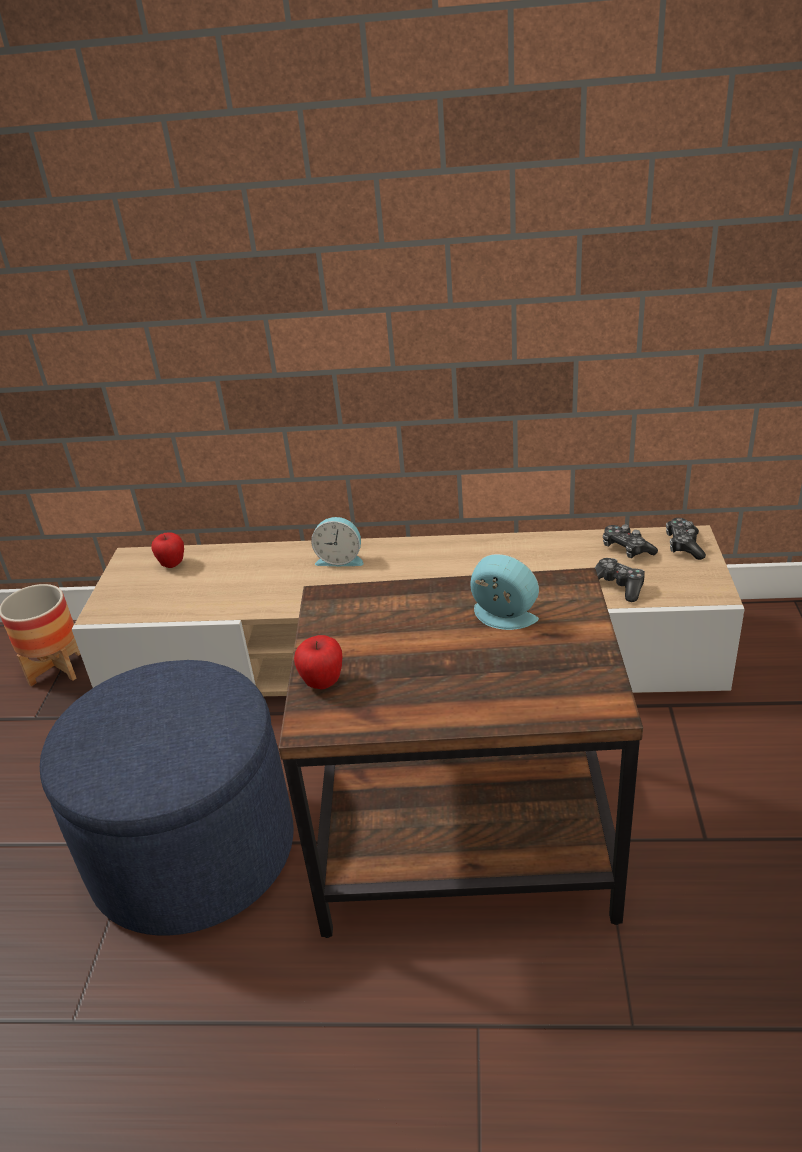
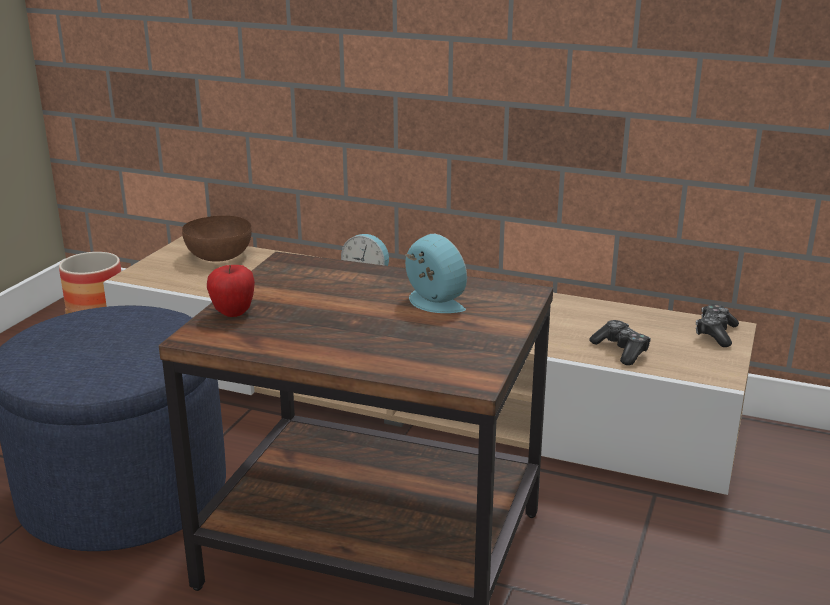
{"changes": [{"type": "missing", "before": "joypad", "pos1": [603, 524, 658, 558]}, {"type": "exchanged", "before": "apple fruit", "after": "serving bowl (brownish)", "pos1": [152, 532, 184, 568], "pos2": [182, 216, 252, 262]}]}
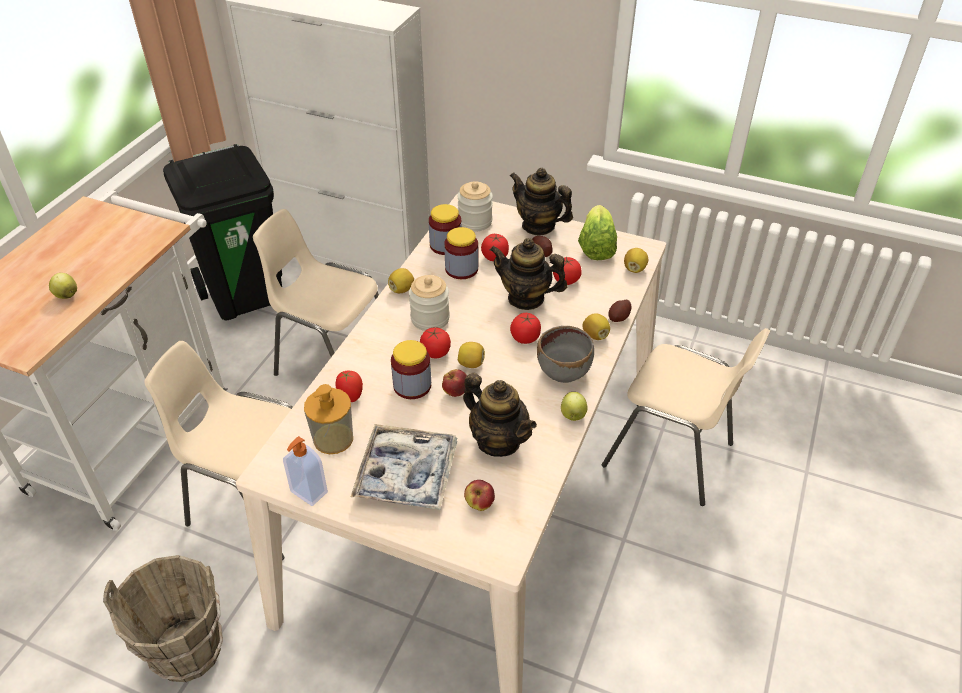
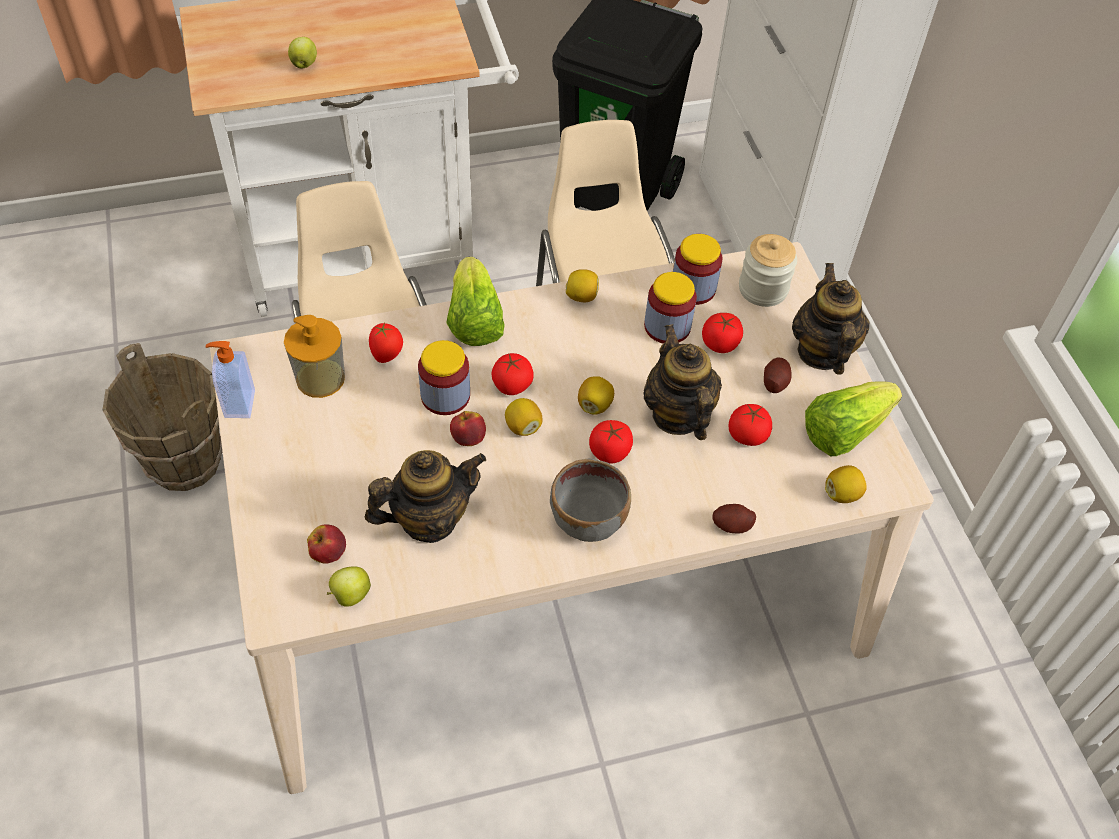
{"changes": [{"type": "missing", "before": "storage jar", "pos1": [409, 275, 450, 331]}, {"type": "relocated", "before": "whole lemon", "pos1": [582, 313, 610, 340], "pos2": [578, 376, 614, 415]}, {"type": "missing", "before": "chair (beige)", "pos1": [602, 328, 770, 506]}, {"type": "spun", "before": "tea pot", "pos1": [463, 373, 537, 457], "pos2": [365, 450, 486, 543], "turn": -120}, {"type": "relocated", "before": "apple fruit", "pos1": [561, 392, 587, 421], "pos2": [327, 566, 371, 607]}, {"type": "missing", "before": "carrying tray", "pos1": [351, 424, 457, 510]}, {"type": "appeared", "after": "lettuce", "pos2": [446, 257, 505, 346]}]}
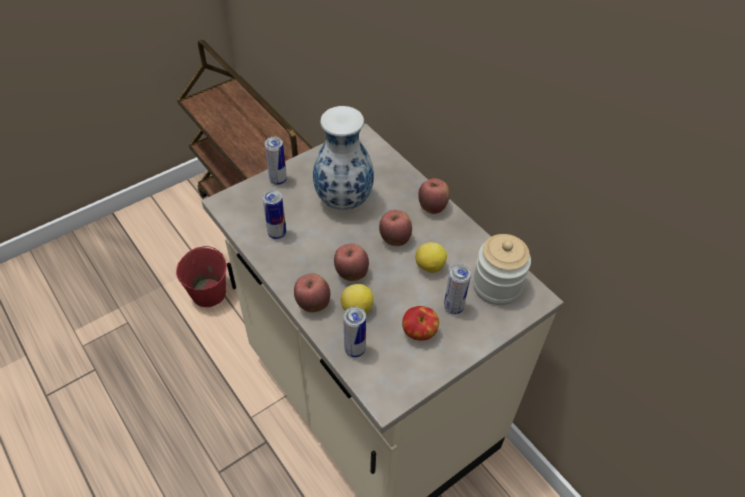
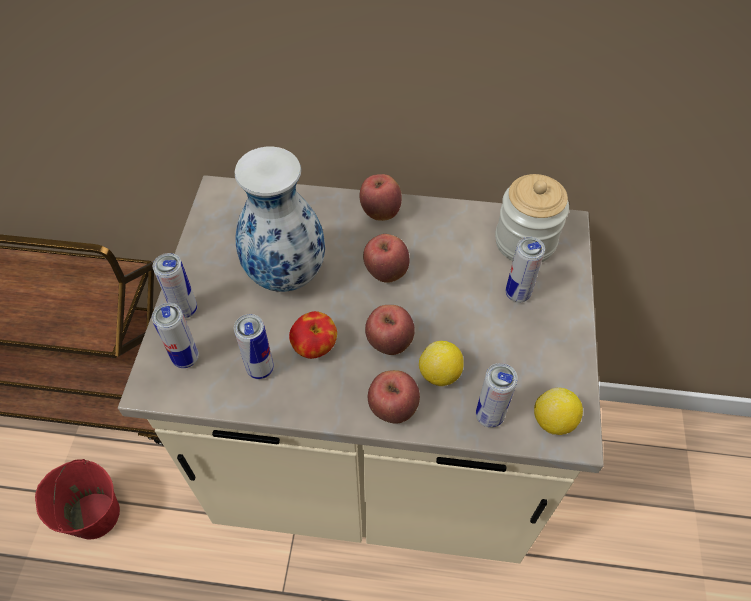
{"changes": [{"type": "relocated", "before": "whole lemon", "pos1": [415, 242, 447, 273], "pos2": [534, 387, 583, 435]}, {"type": "relocated", "before": "apple fruit", "pos1": [402, 306, 439, 341], "pos2": [289, 311, 337, 359]}, {"type": "appeared", "after": "metal can", "pos2": [152, 303, 199, 368]}]}
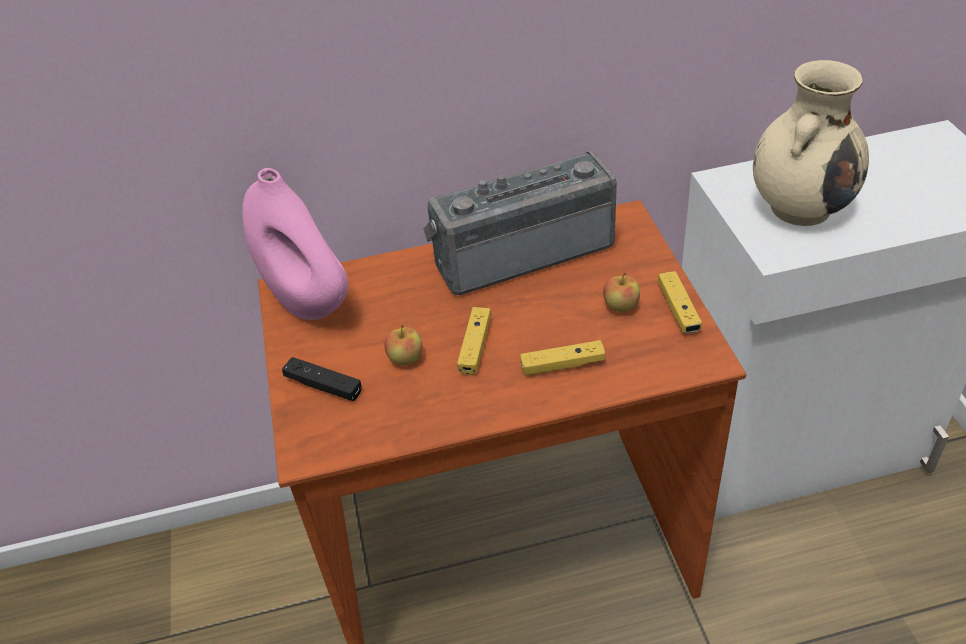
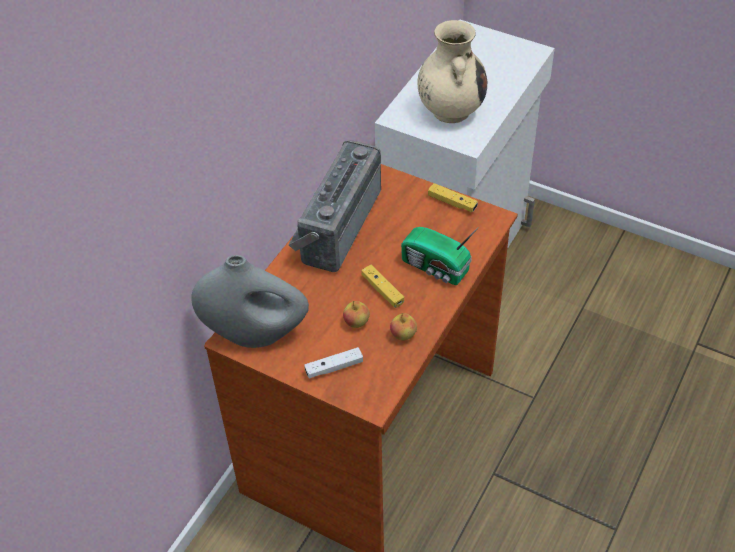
{"changes": [{"type": "colour", "before": "decorative vase (pink-coloured)", "after": "decorative vase (greyish)", "pos1": [242, 168, 348, 320], "pos2": [191, 255, 309, 348]}, {"type": "relocated", "before": "apple fruit", "pos1": [603, 272, 640, 312], "pos2": [390, 313, 417, 341]}, {"type": "exchanged", "before": "joypad (yellowish)", "after": "radio set", "pos1": [520, 340, 605, 376], "pos2": [401, 227, 479, 285]}, {"type": "colour", "before": "joypad (black)", "after": "joypad (whitish)", "pos1": [282, 357, 362, 401], "pos2": [304, 347, 363, 379]}]}
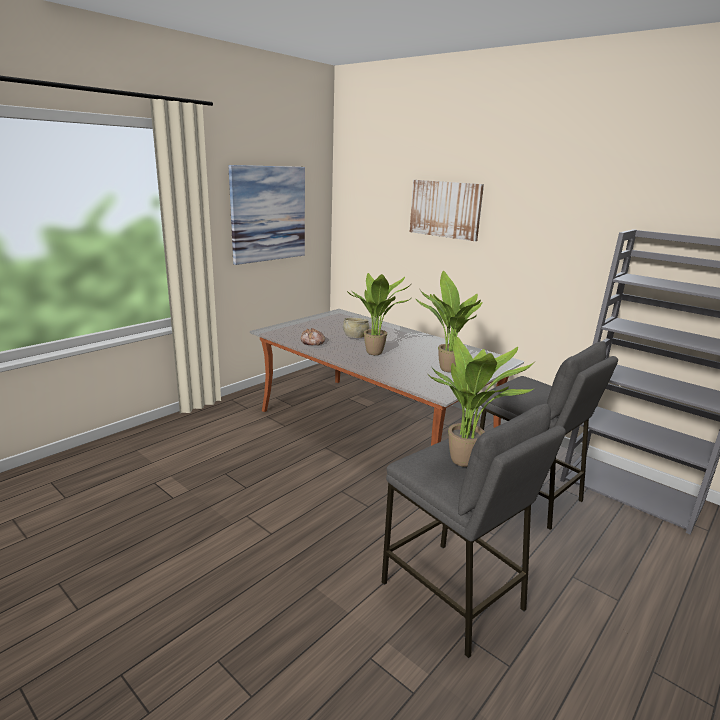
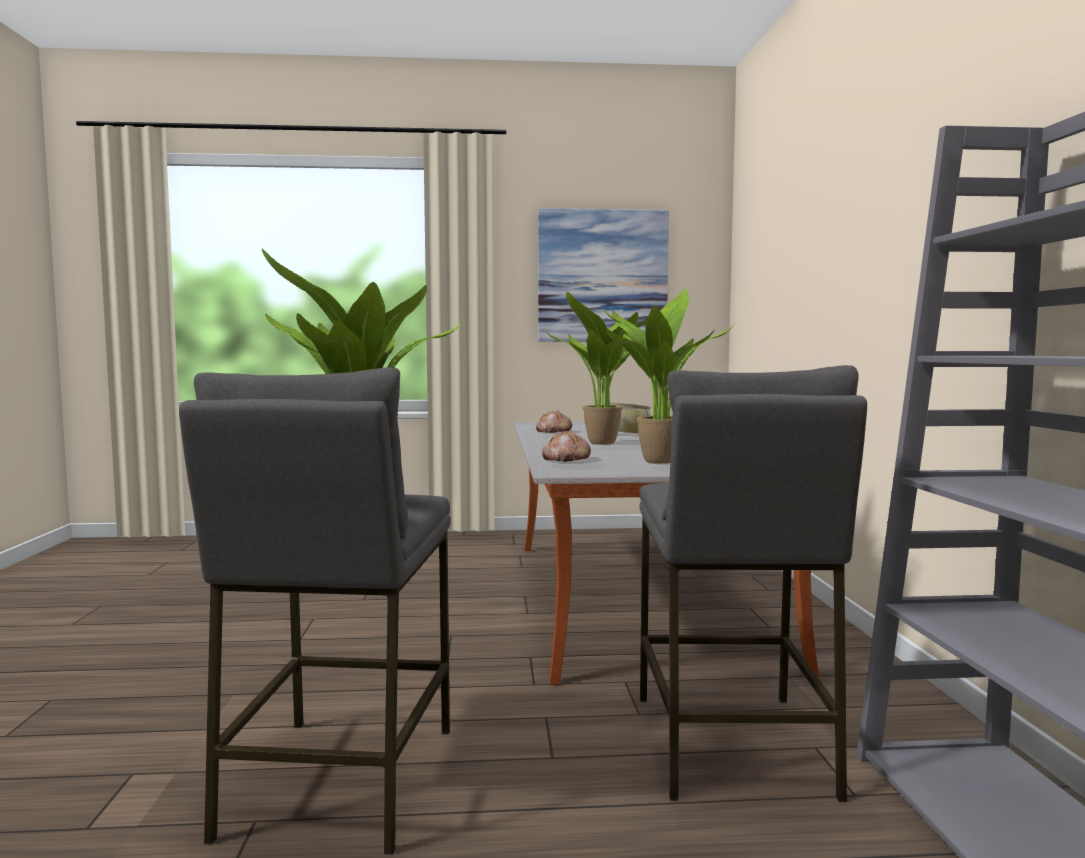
{"changes": [{"type": "missing", "before": "wall picture", "pos1": [410, 180, 484, 241]}, {"type": "appeared", "after": "bread", "pos2": [542, 431, 591, 462]}]}
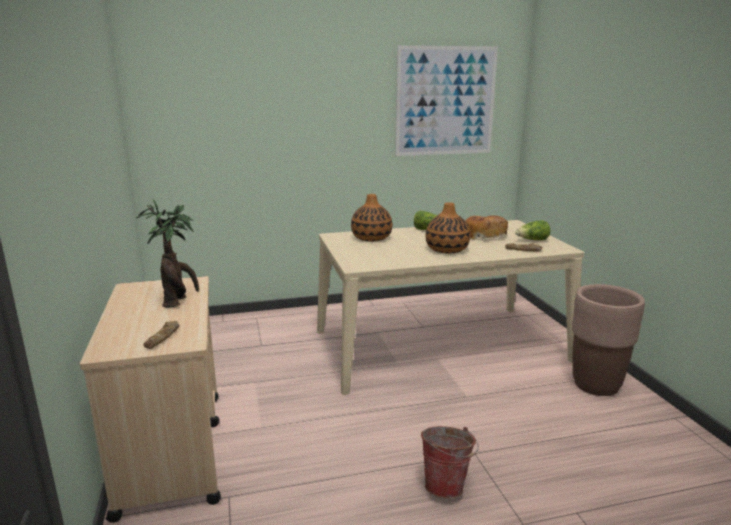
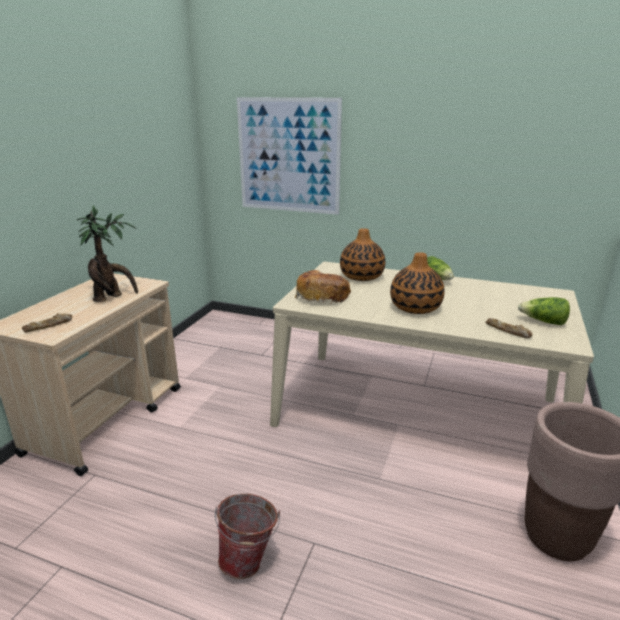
{"changes": [{"type": "relocated", "before": "wall picture", "pos1": [395, 45, 498, 156], "pos2": [237, 97, 342, 215]}, {"type": "relocated", "before": "bread", "pos1": [465, 215, 508, 240], "pos2": [295, 270, 351, 302]}]}
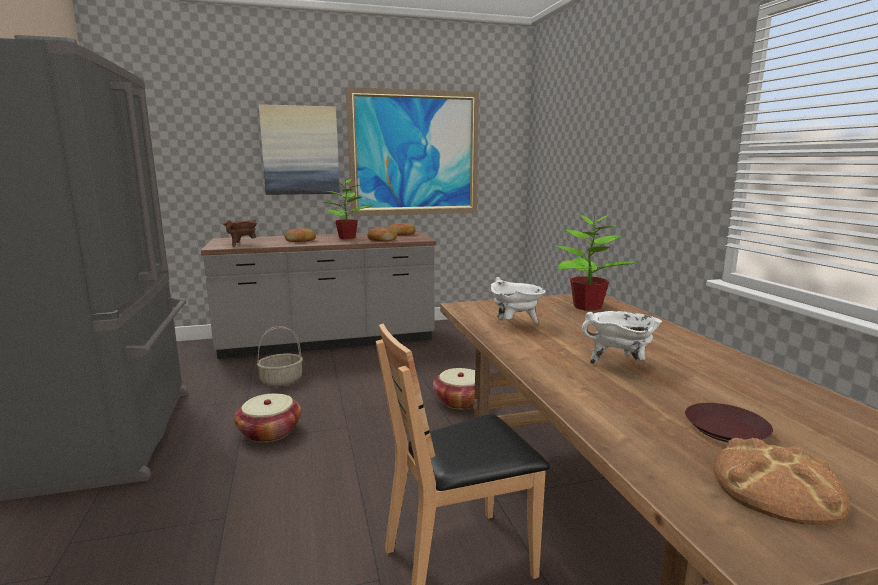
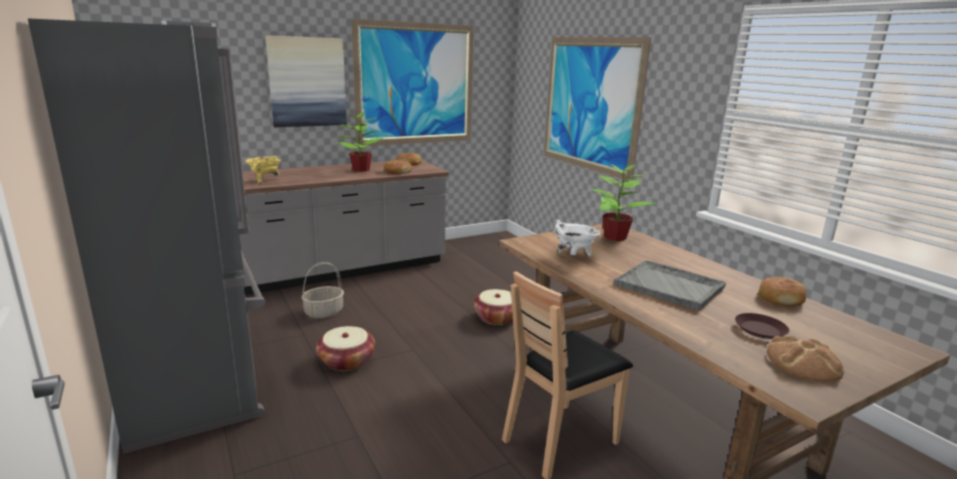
{"changes": [{"type": "colour", "before": "stockpot (brownish)", "after": "stockpot (yellowish)", "pos1": [223, 220, 258, 247], "pos2": [245, 156, 281, 185]}, {"type": "relocated", "before": "bread", "pos1": [285, 228, 316, 242], "pos2": [758, 277, 806, 306]}, {"type": "exchanged", "before": "stockpot (whitish)", "after": "carrying tray (greyish)", "pos1": [582, 311, 662, 364], "pos2": [614, 260, 726, 310]}, {"type": "appeared", "after": "wall picture", "pos2": [544, 37, 651, 181]}]}
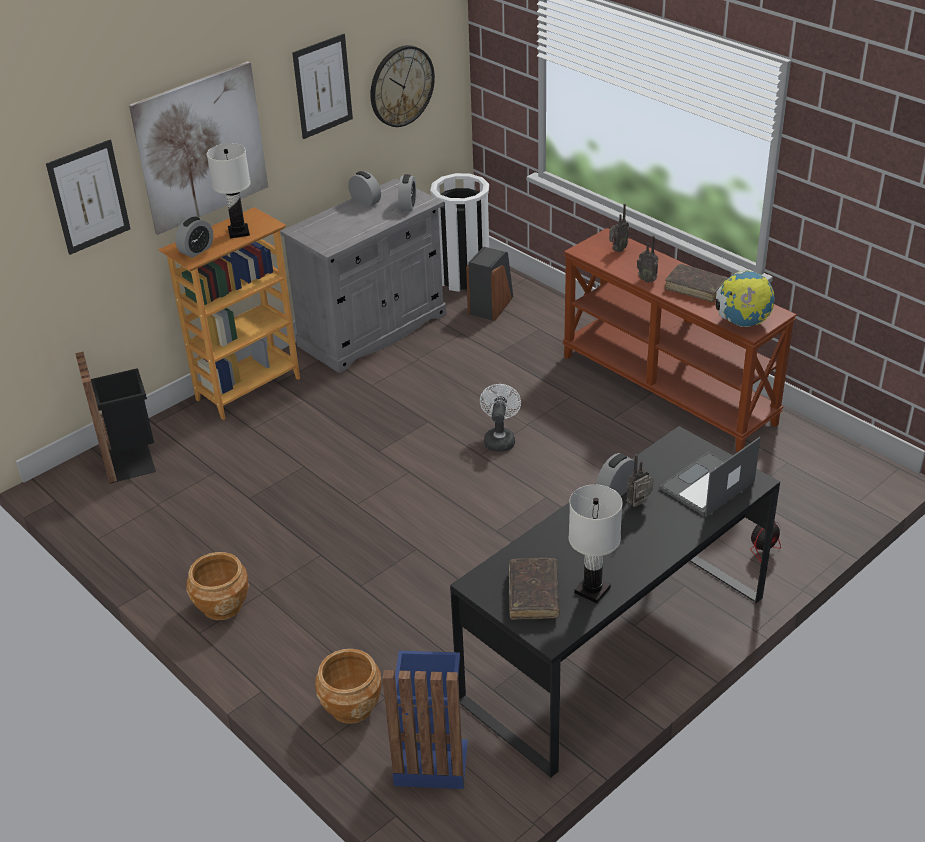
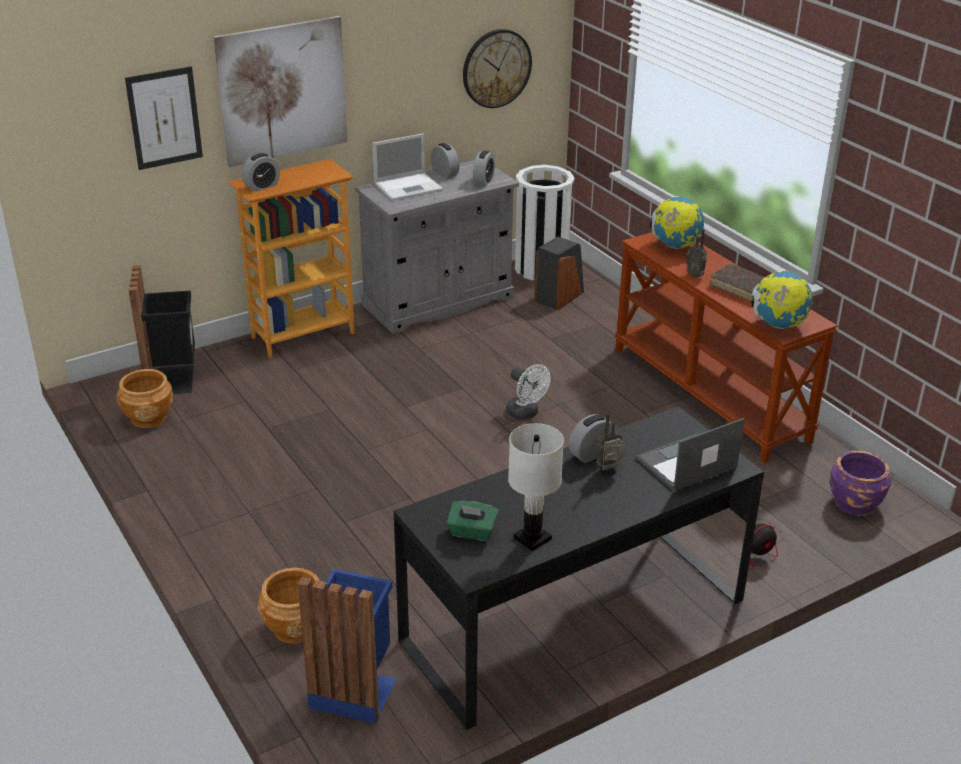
{"changes": [{"type": "missing", "before": "wall picture", "pos1": [292, 34, 353, 139]}, {"type": "missing", "before": "lamp for a table (whitish)", "pos1": [207, 143, 250, 238]}, {"type": "exchanged", "before": "radio set", "after": "globe", "pos1": [609, 204, 629, 252], "pos2": [650, 196, 704, 249]}, {"type": "spun", "before": "cooling fan (whitish)", "pos1": [480, 384, 521, 452], "pos2": [506, 364, 551, 419], "turn": 120}, {"type": "relocated", "before": "flower pot (brownish)", "pos1": [186, 552, 249, 620], "pos2": [117, 369, 173, 428]}, {"type": "exchanged", "before": "bound book (brownish)", "after": "box of tissues (greenish)", "pos1": [509, 558, 560, 620], "pos2": [447, 501, 498, 541]}, {"type": "appeared", "after": "notebook computer", "pos2": [373, 133, 443, 201]}, {"type": "appeared", "after": "flower pot (purple-coloured)", "pos2": [829, 451, 891, 516]}]}
